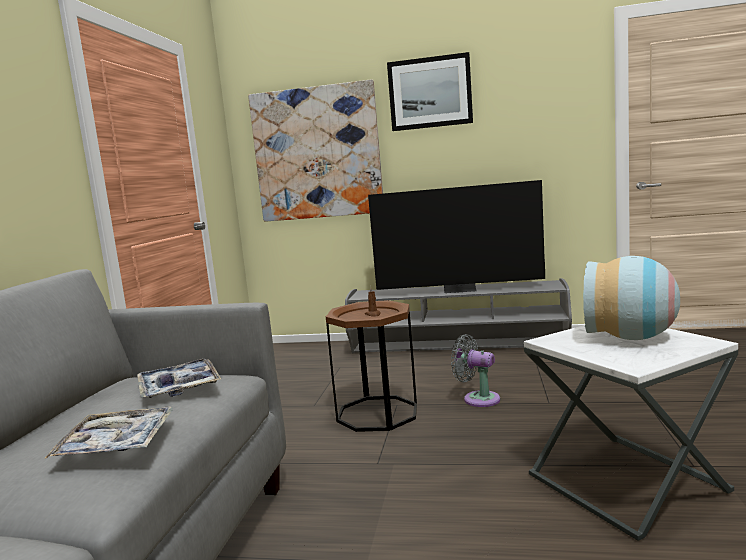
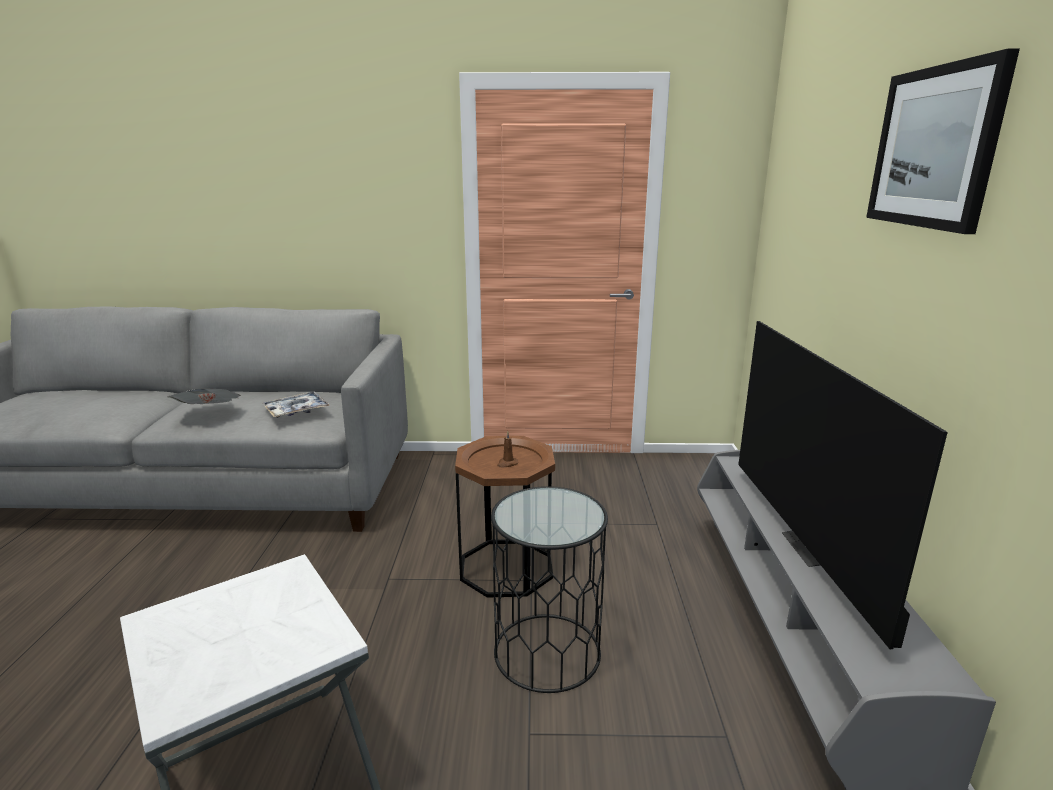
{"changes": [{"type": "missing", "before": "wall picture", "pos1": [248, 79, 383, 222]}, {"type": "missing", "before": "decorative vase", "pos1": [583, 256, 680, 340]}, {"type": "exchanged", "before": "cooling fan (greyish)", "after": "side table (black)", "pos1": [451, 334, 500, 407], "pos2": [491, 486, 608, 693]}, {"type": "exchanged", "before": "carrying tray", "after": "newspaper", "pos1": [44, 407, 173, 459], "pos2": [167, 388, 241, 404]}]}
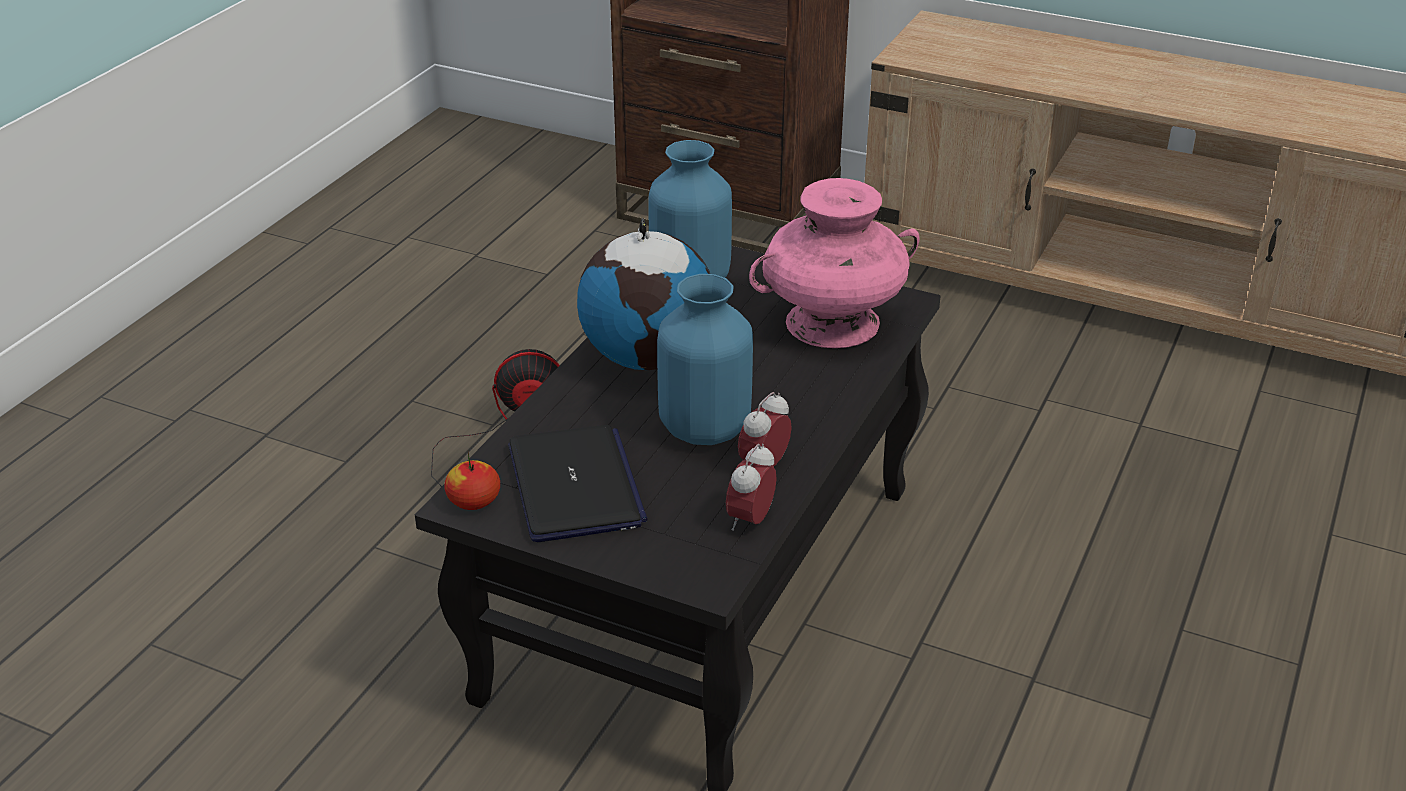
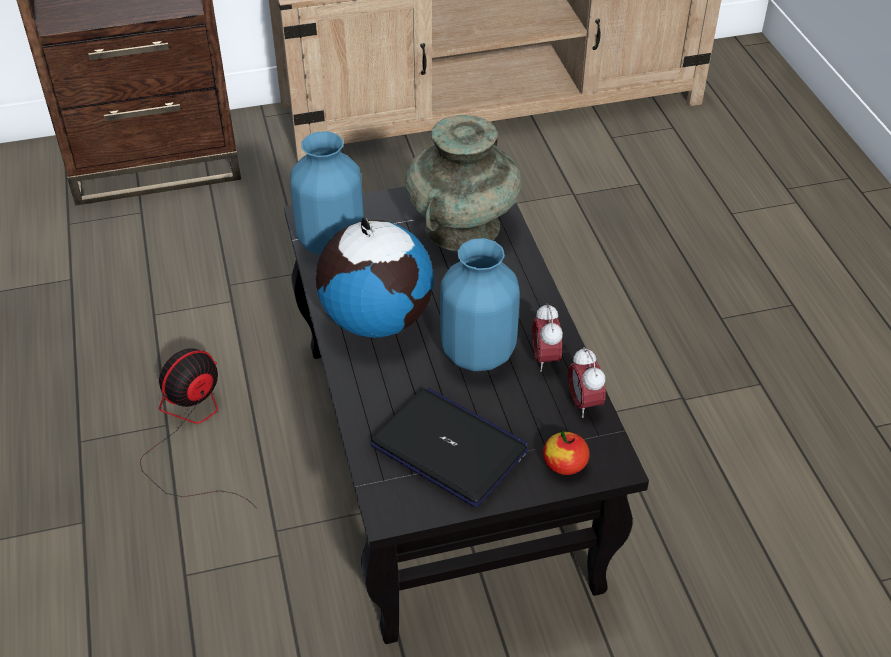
{"changes": [{"type": "colour", "before": "decorative vase (pink-coloured)", "after": "decorative vase (blue-green)", "pos1": [749, 178, 920, 348], "pos2": [406, 115, 522, 251]}, {"type": "relocated", "before": "apple fruit", "pos1": [444, 452, 500, 510], "pos2": [543, 430, 590, 475]}]}
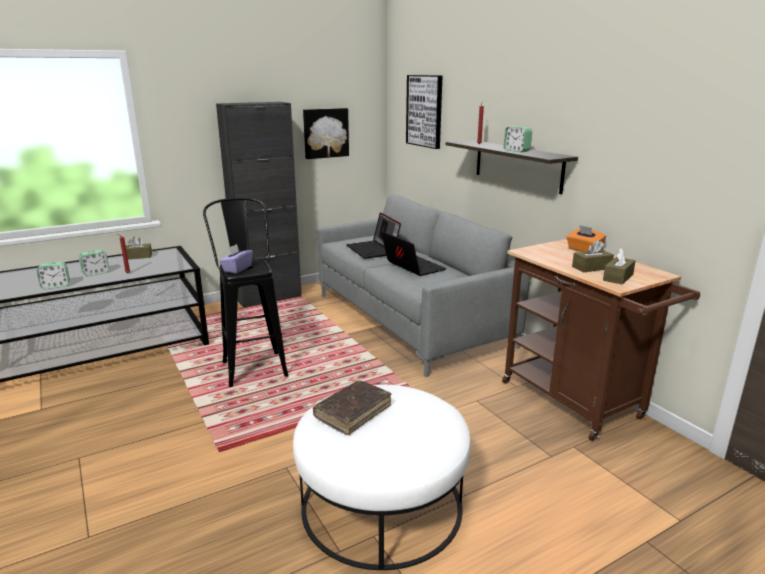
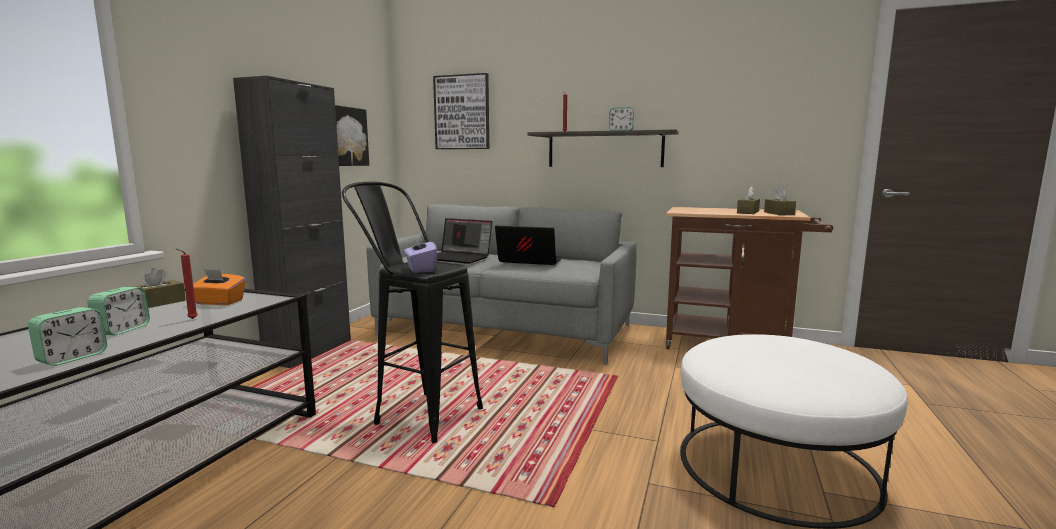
{"changes": [{"type": "relocated", "before": "box of tissues (orange)", "pos1": [566, 225, 606, 252], "pos2": [193, 269, 246, 305]}, {"type": "missing", "before": "bound book (brownish)", "pos1": [313, 381, 391, 435]}]}
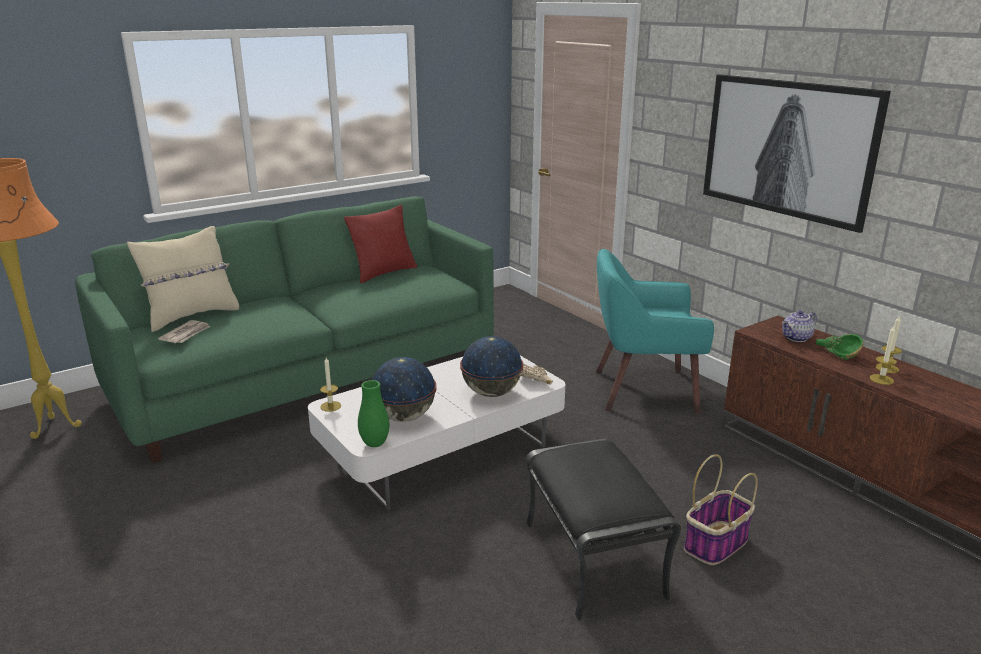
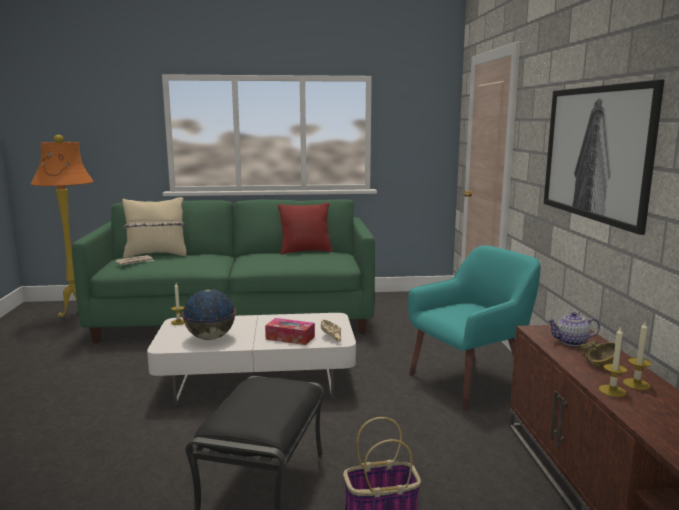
{"changes": [{"type": "spun", "before": "easy chair (blue-green)", "pos1": [596, 249, 714, 414], "pos2": [408, 245, 540, 411], "turn": 120}, {"type": "colour", "before": "serving bowl (greenish)", "after": "serving bowl (brownish)", "pos1": [816, 334, 863, 360], "pos2": [580, 340, 615, 368]}, {"type": "exchanged", "before": "globe", "after": "box of tissues", "pos1": [460, 336, 523, 397], "pos2": [265, 318, 315, 345]}, {"type": "missing", "before": "decorative vase (greenish)", "pos1": [358, 380, 389, 447]}]}
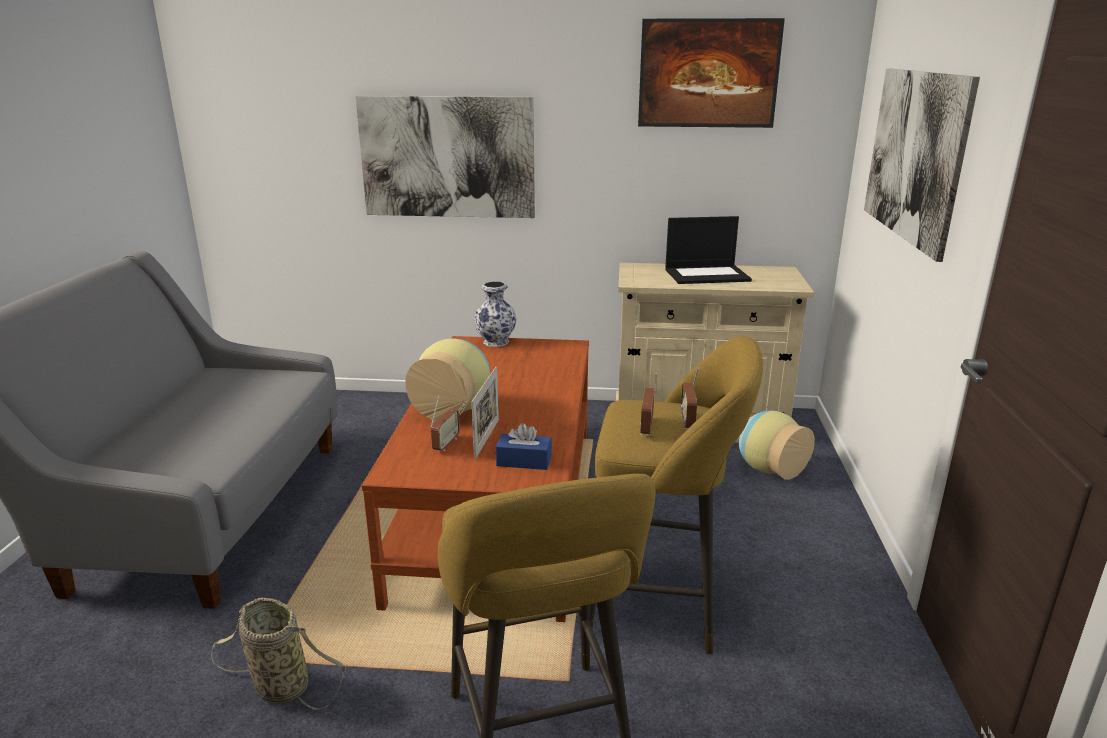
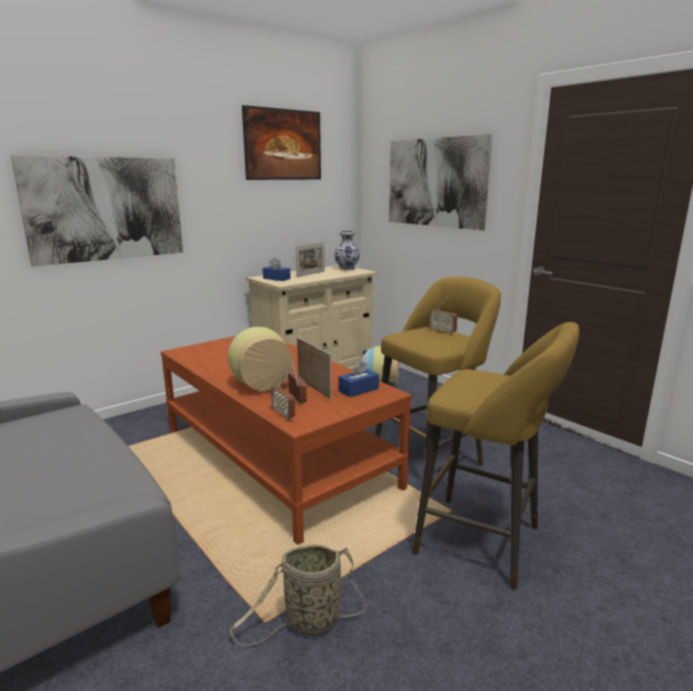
{"changes": [{"type": "exchanged", "before": "notebook computer", "after": "photo frame", "pos1": [665, 216, 752, 284], "pos2": [296, 242, 325, 277]}, {"type": "relocated", "before": "decorative vase", "pos1": [474, 281, 517, 347], "pos2": [334, 231, 360, 271]}, {"type": "relocated", "before": "radio set", "pos1": [640, 373, 657, 436], "pos2": [271, 372, 295, 420]}, {"type": "appeared", "after": "box of tissues (bluish)", "pos2": [263, 258, 291, 281]}]}
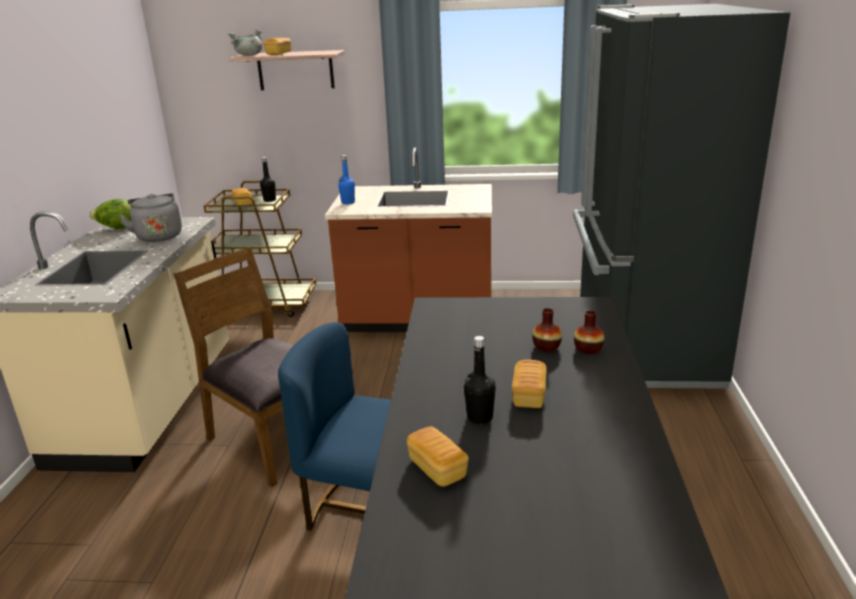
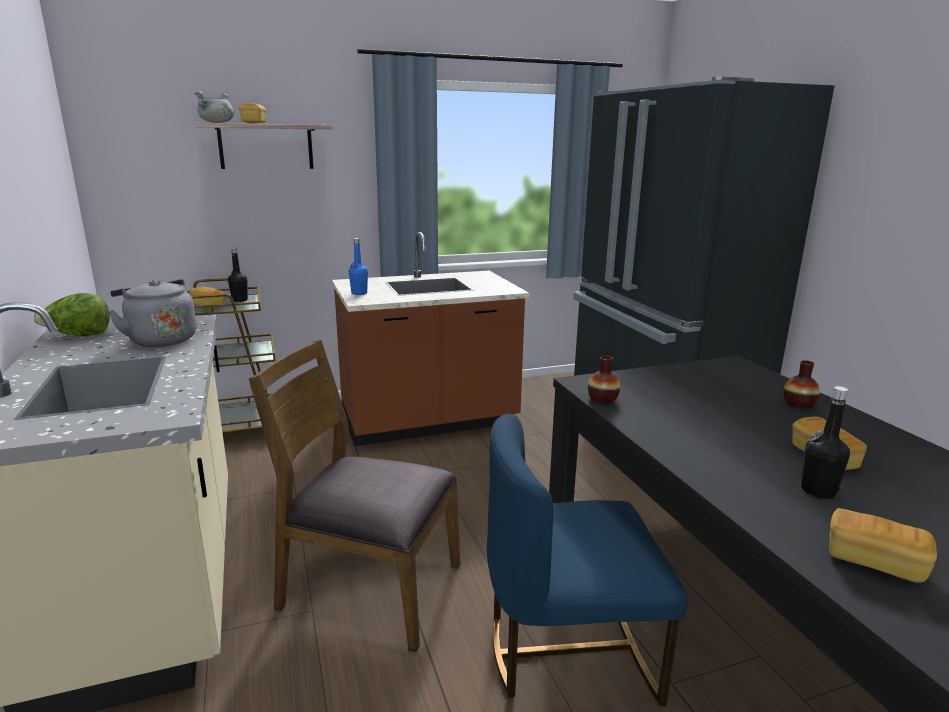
{"changes": [{"type": "relocated", "before": "decorative vase", "pos1": [532, 308, 562, 352], "pos2": [588, 356, 620, 403]}]}
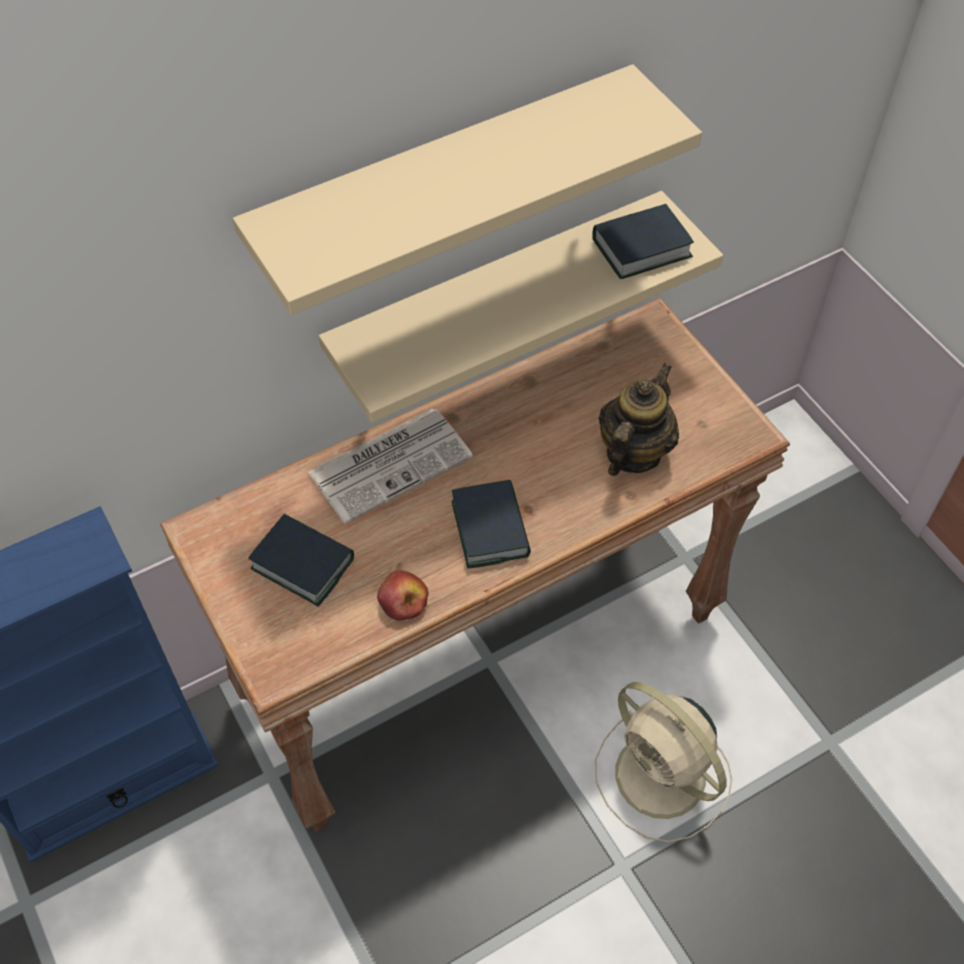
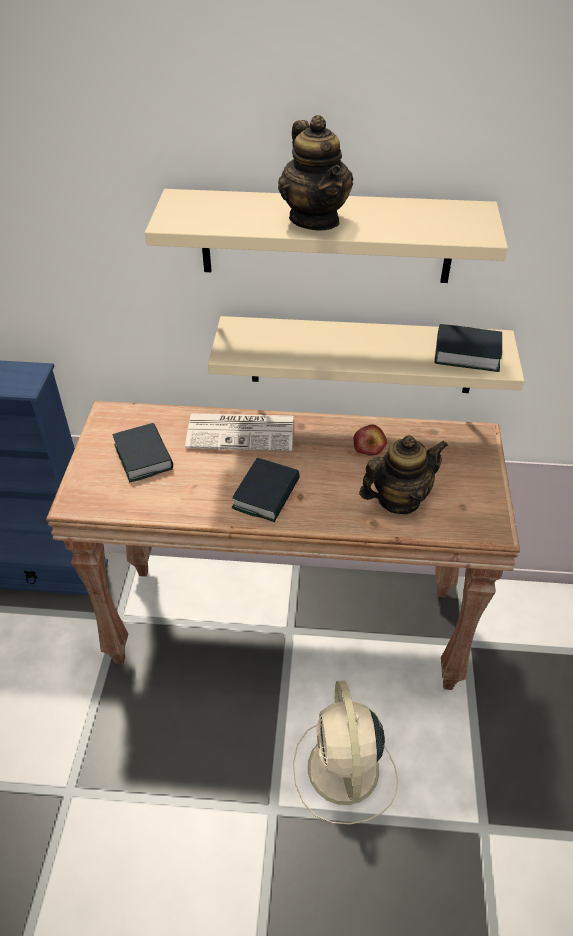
{"changes": [{"type": "relocated", "before": "apple fruit", "pos1": [377, 570, 429, 621], "pos2": [353, 424, 387, 456]}, {"type": "appeared", "after": "tea pot", "pos2": [278, 115, 353, 231]}]}
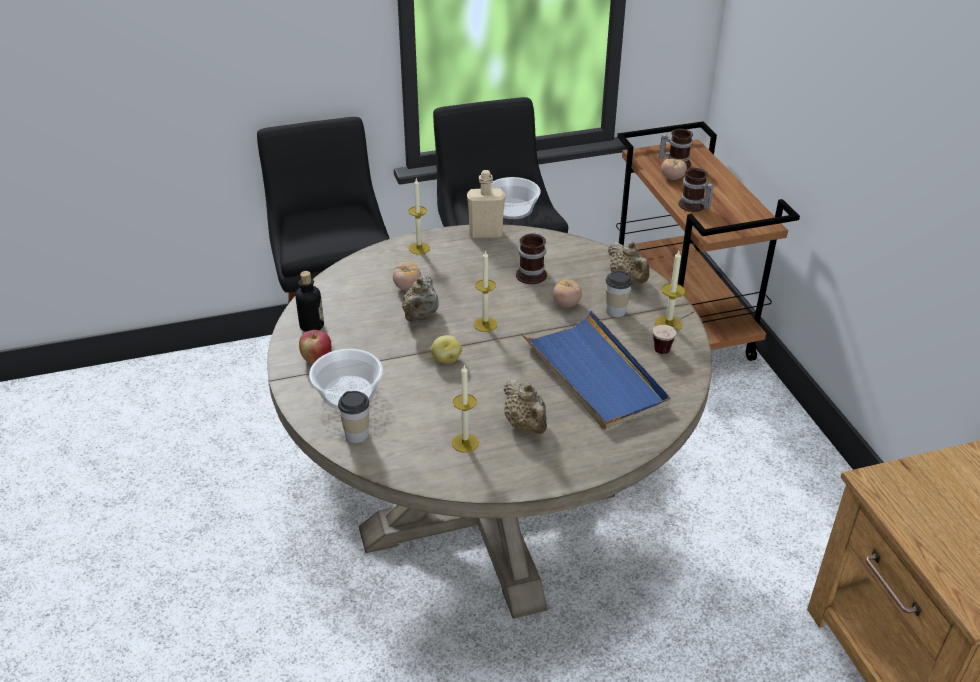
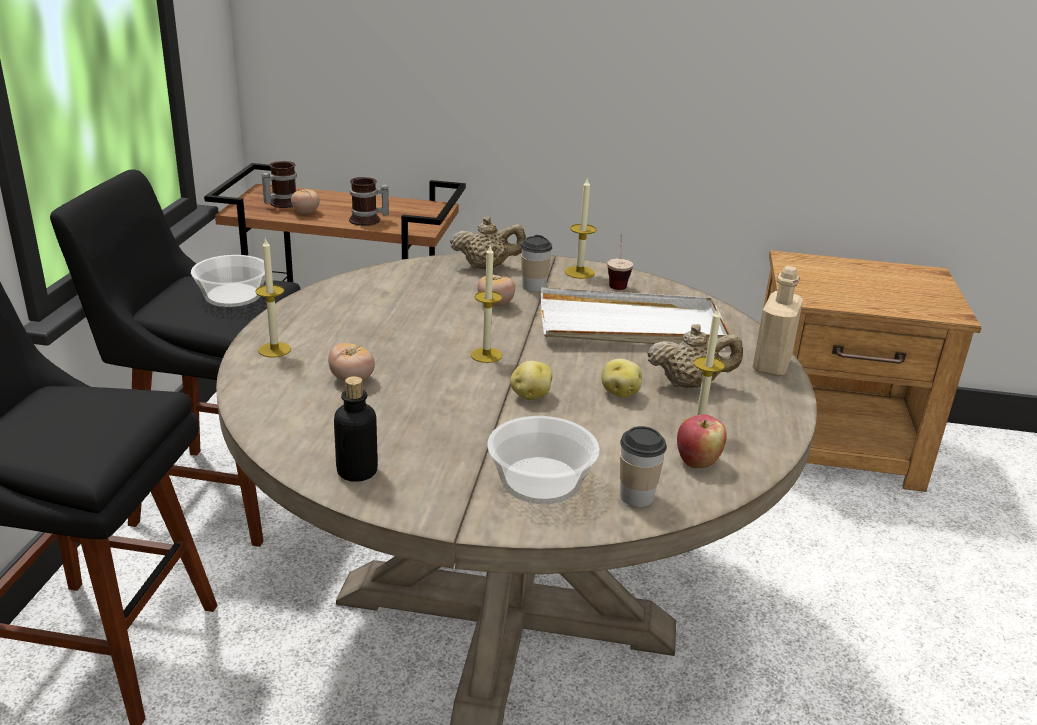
{"changes": [{"type": "relocated", "before": "drink bottle (beige)", "pos1": [467, 170, 505, 239], "pos2": [753, 266, 803, 376]}, {"type": "missing", "before": "coffee mug", "pos1": [516, 233, 547, 284]}, {"type": "missing", "before": "tea pot (beige)", "pos1": [402, 275, 439, 322]}, {"type": "colour", "before": "carrying tray (bluish)", "after": "carrying tray (whitish)", "pos1": [521, 311, 671, 429], "pos2": [541, 287, 729, 348]}, {"type": "relocated", "before": "apple fruit", "pos1": [299, 330, 332, 364], "pos2": [677, 415, 727, 468]}, {"type": "appeared", "after": "whole potato", "pos2": [601, 359, 642, 398]}]}
